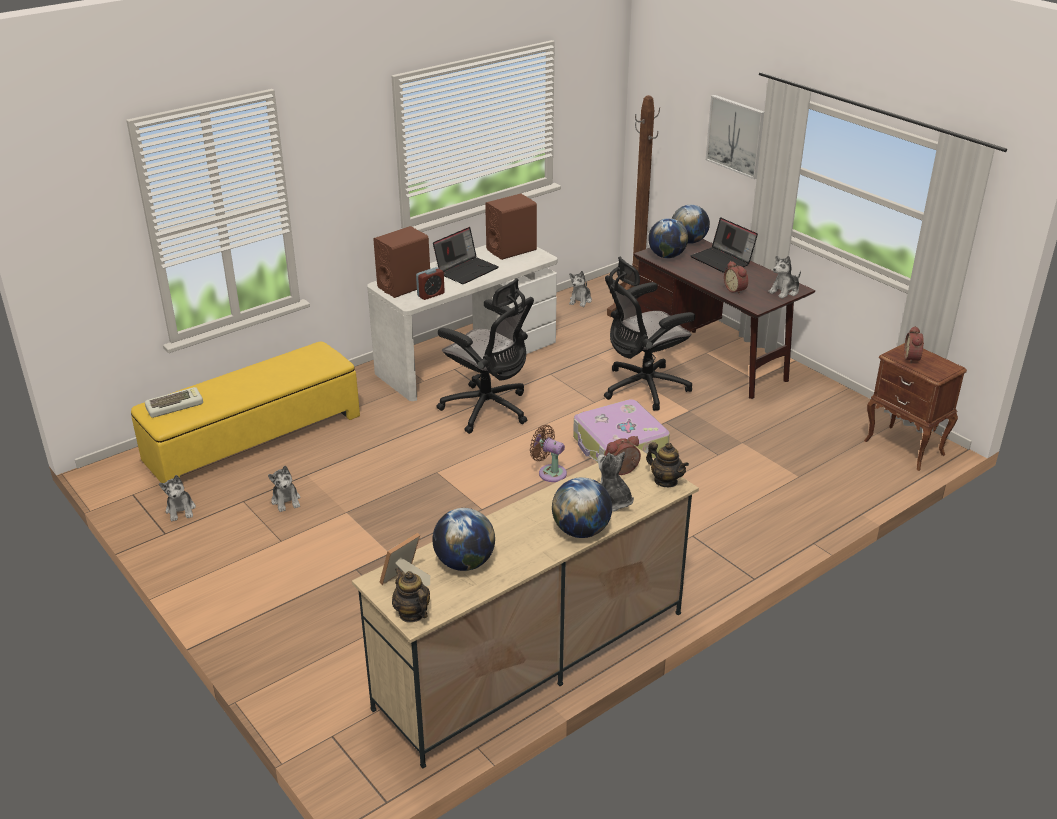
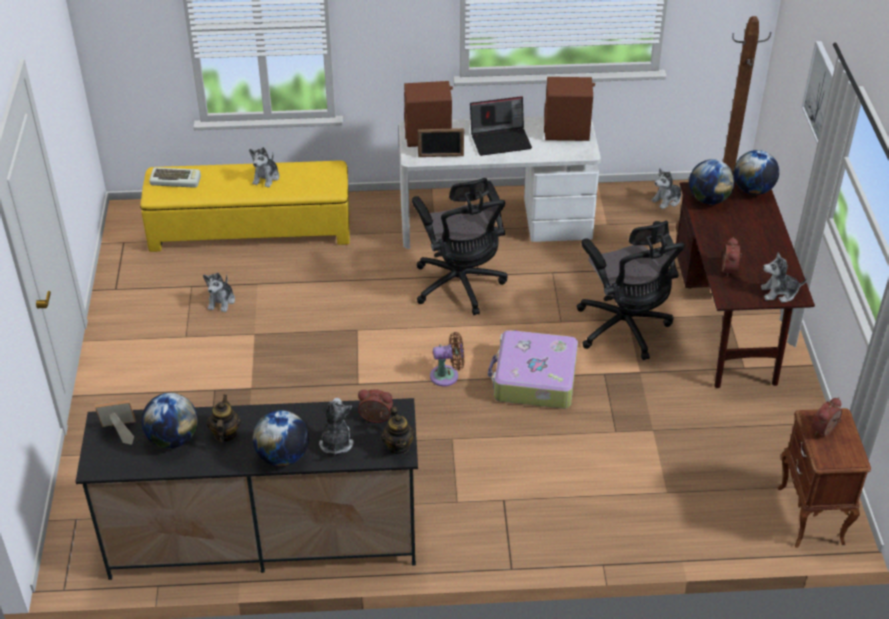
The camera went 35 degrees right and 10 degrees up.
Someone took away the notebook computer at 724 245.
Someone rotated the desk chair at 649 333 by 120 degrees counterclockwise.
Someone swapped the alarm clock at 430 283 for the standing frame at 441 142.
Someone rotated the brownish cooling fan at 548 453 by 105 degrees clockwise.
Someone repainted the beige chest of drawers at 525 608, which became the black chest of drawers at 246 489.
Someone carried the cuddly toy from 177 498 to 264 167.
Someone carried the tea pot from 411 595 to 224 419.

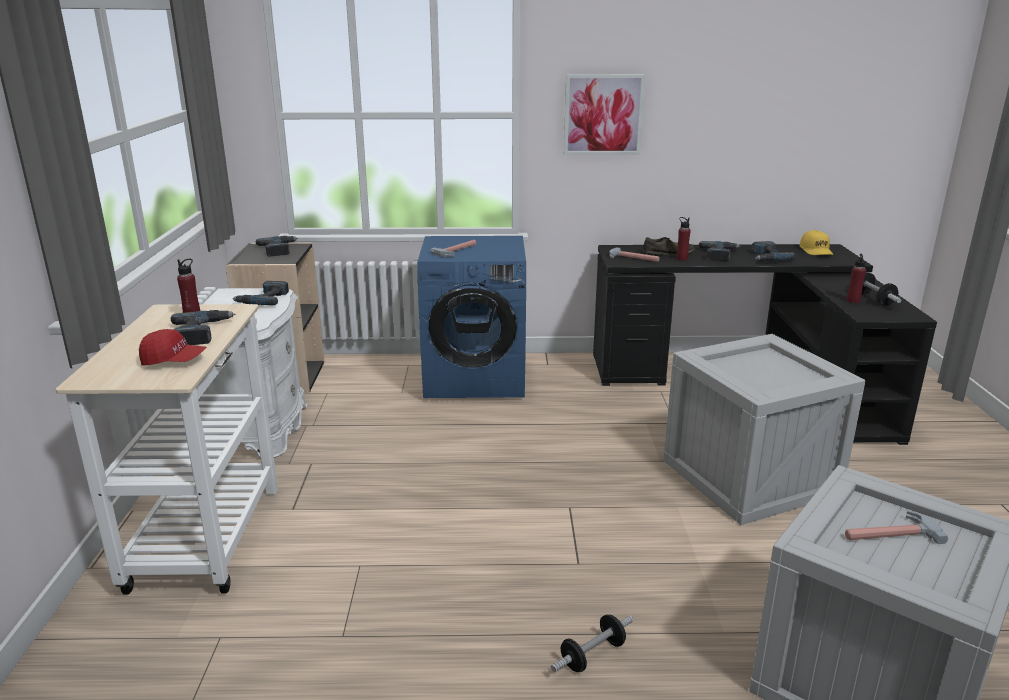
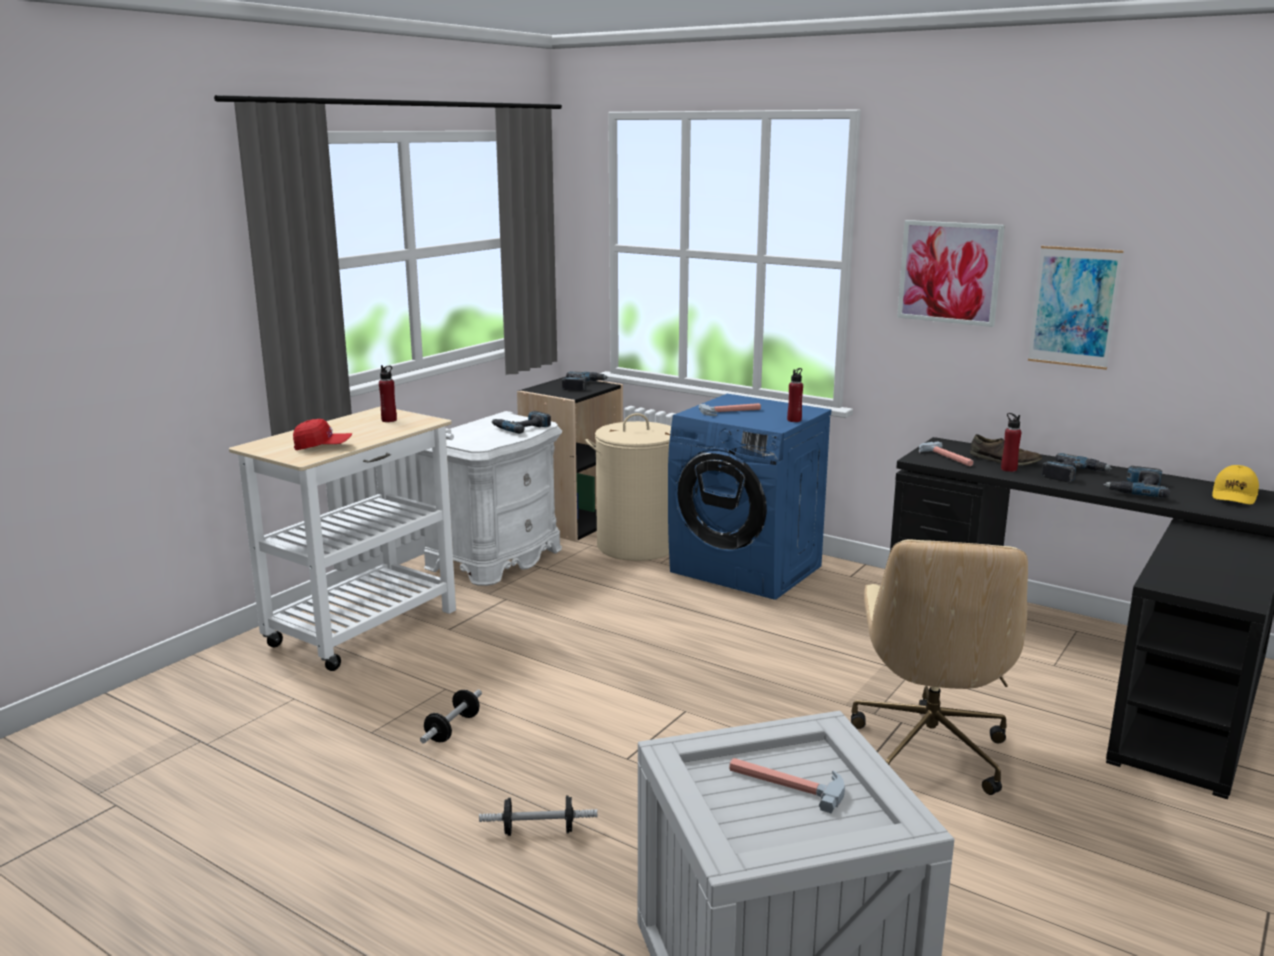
The camera went 35 degrees right and 5 degrees down.
Someone carried the red beverage bottle from 856 278 to 795 395.
Someone carried the free weight from 881 288 to 451 717.
Someone took away the power drill at 203 327.
Someone rotated the red baseball cap at 172 347 by 45 degrees counterclockwise.
Someone swapped the shipping crate at 765 429 for the beige desk chair at 939 667.
Someone put up the wall art at 1076 308.
Someone put down the beige washing basket at 628 487.

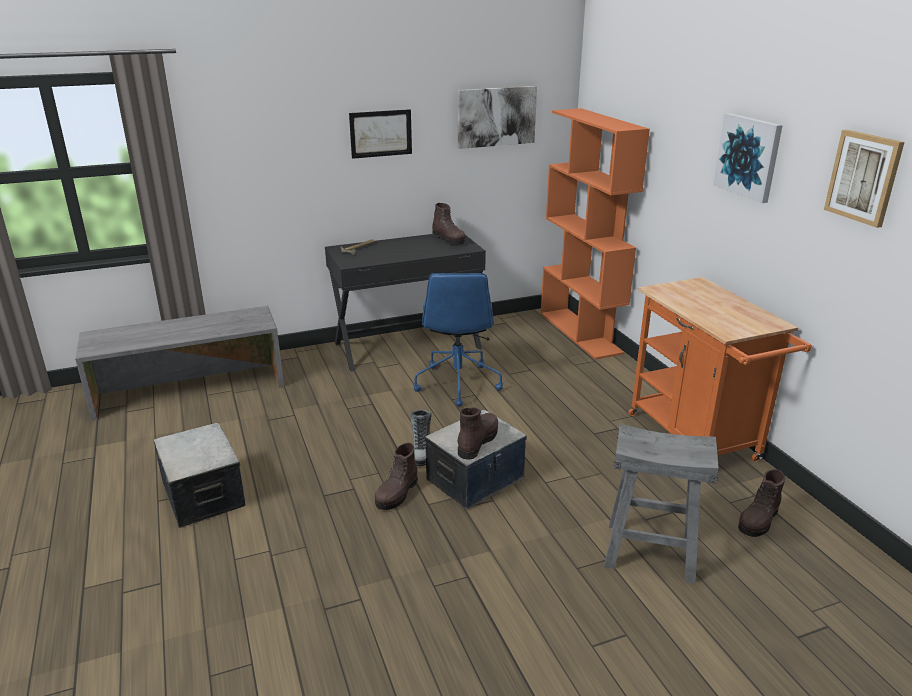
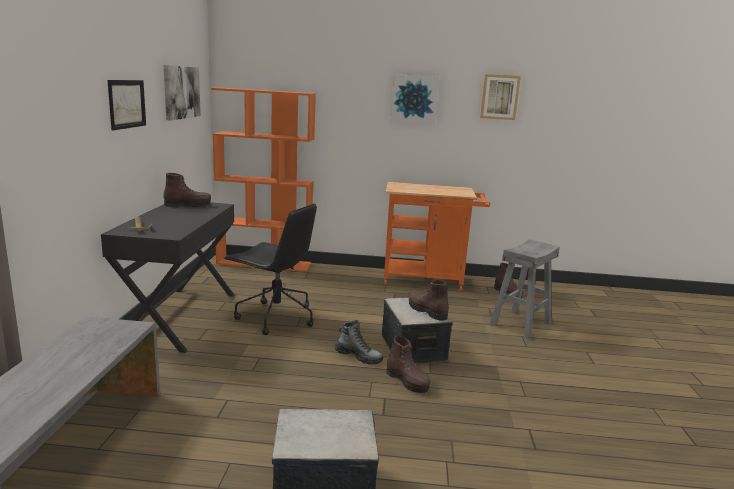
The camera went 65 degrees left and 10 degrees down.
Someone repainted the blue desk chair at 458 340, which became the black desk chair at 270 269.

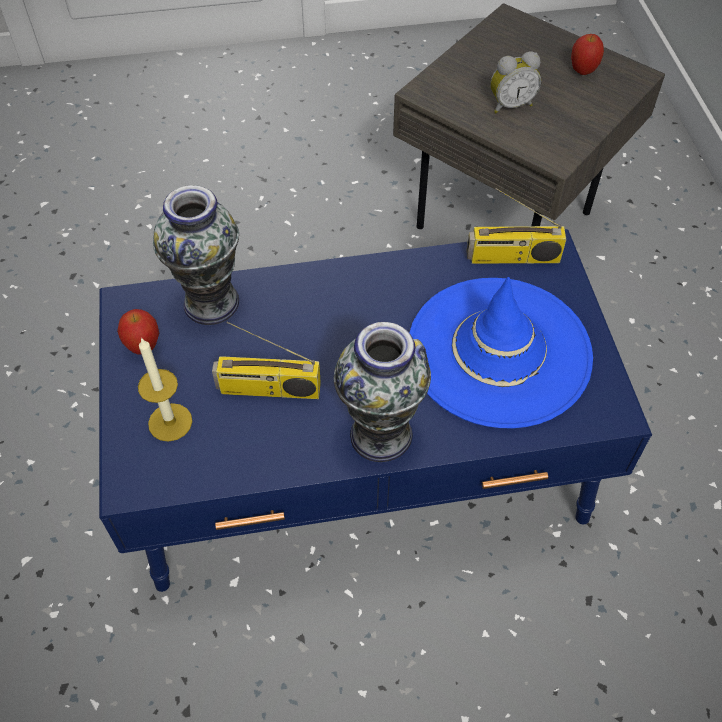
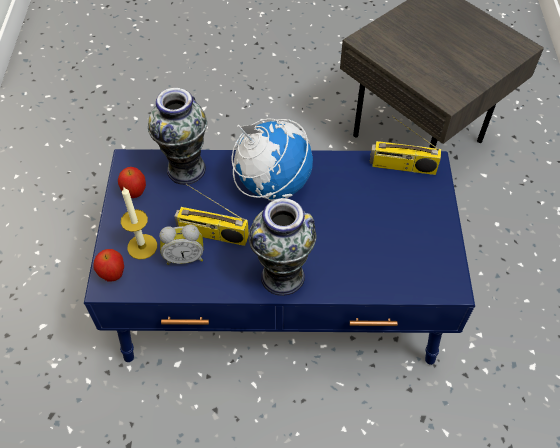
The camera went 10 degrees right and 0 degrees up.
Someone carried the apple fruit from 587 54 to 108 265.
Someone carried the alarm clock from 515 82 to 181 244.
Someone took away the blue wearable hat at 501 352.
Someone put down the globe at 272 159.

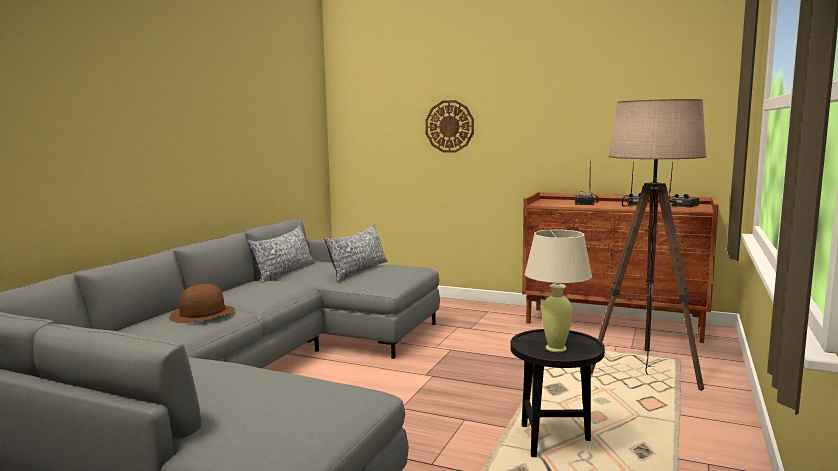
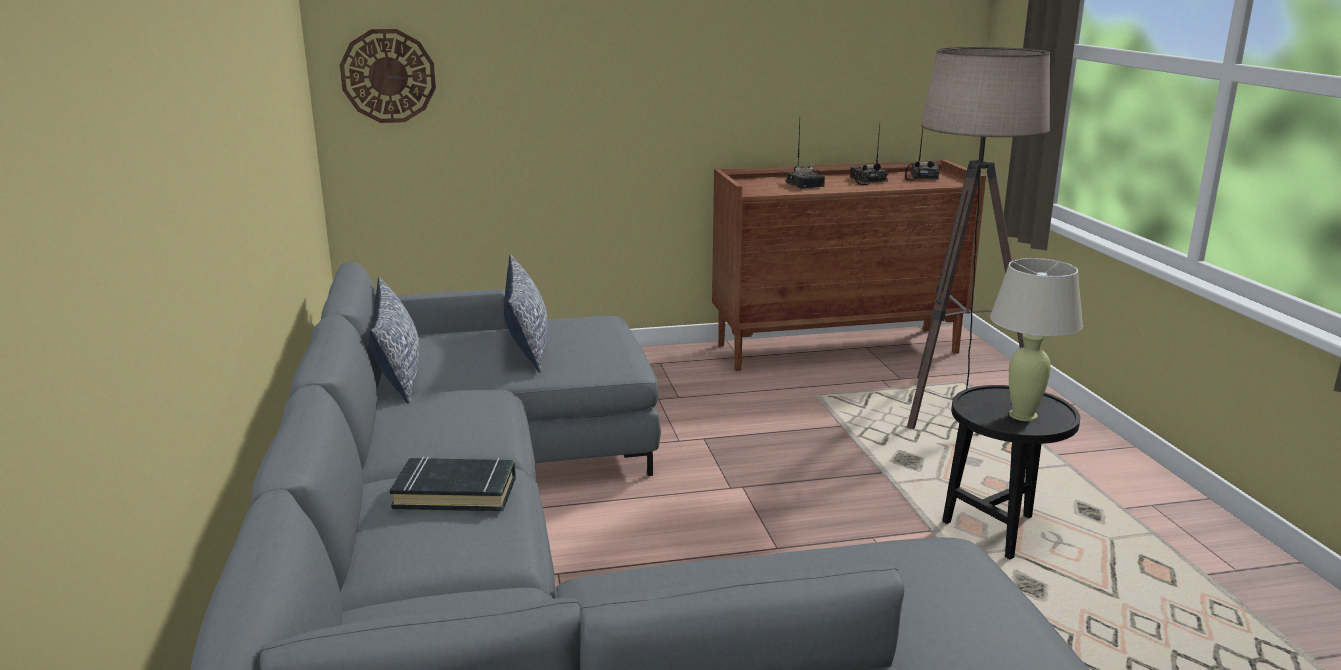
The camera went 35 degrees left and 10 degrees up.
Someone carried the wall clock from 449 126 to 388 76.
Someone swapped the brownish wearable hat at 202 303 for the black bound book at 453 483.

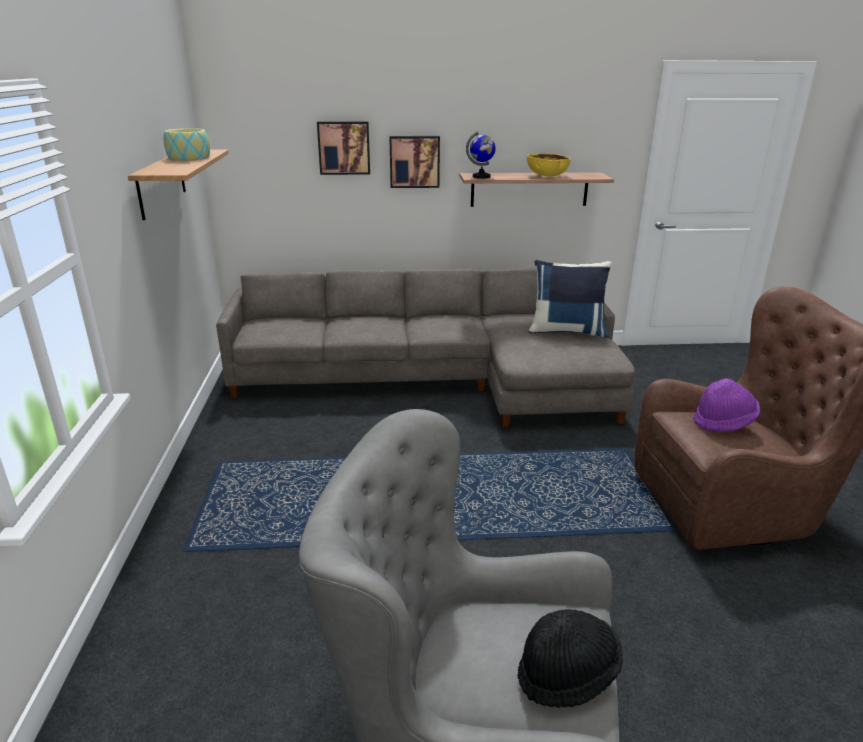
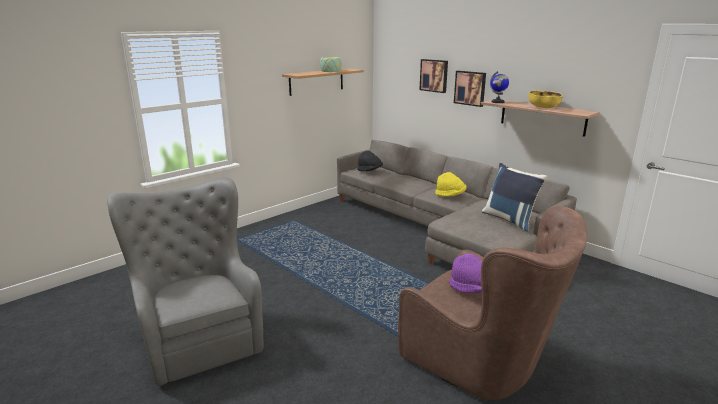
The camera went 50 degrees right and 5 degrees down.
Someone carried the black wearable hat from 570 658 to 370 161.
Someone put down the yellowish wearable hat at 450 184.

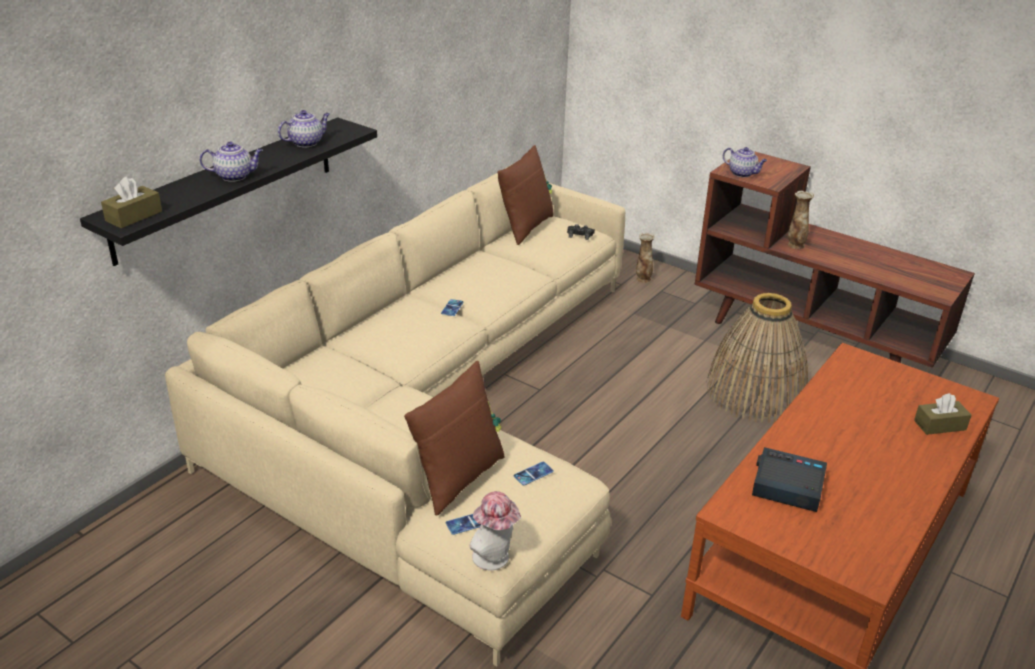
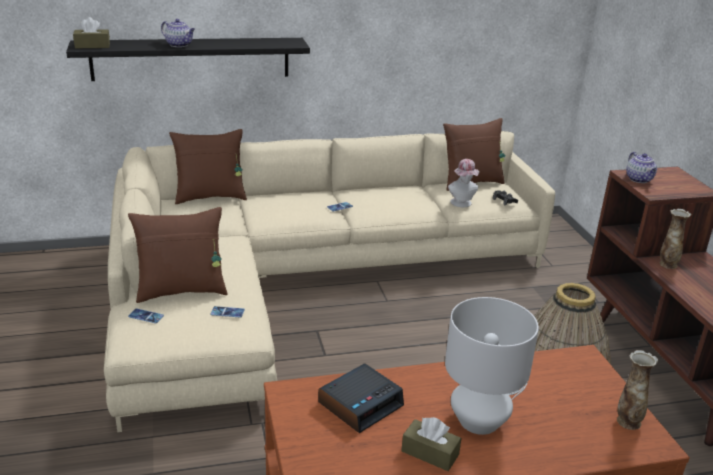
The camera went 40 degrees right and 5 degrees down.
Someone took away the tea pot at 304 128.
Someone carried the vase from 645 258 to 637 390.
Someone carried the brownish tissue holder from 943 414 to 431 444.
Someone rotated the alarm clock at 789 479 by 75 degrees clockwise.
Someone carried the wearable hat from 495 530 to 463 183.
Someone put down the brownish throw pillow at 208 166.
Someone put down the white-coloured table lamp at 492 366.

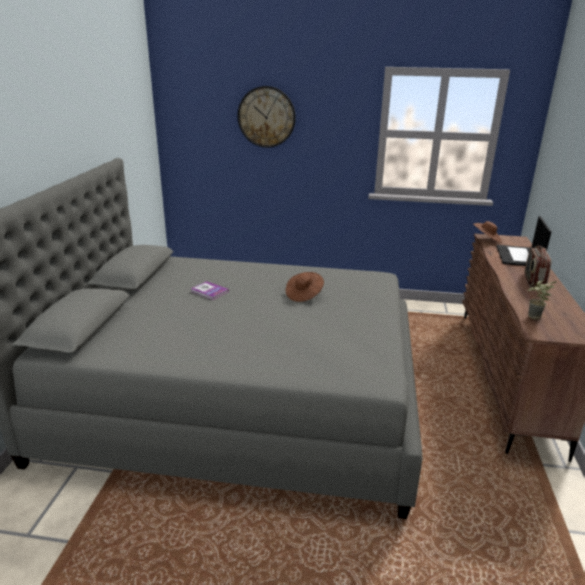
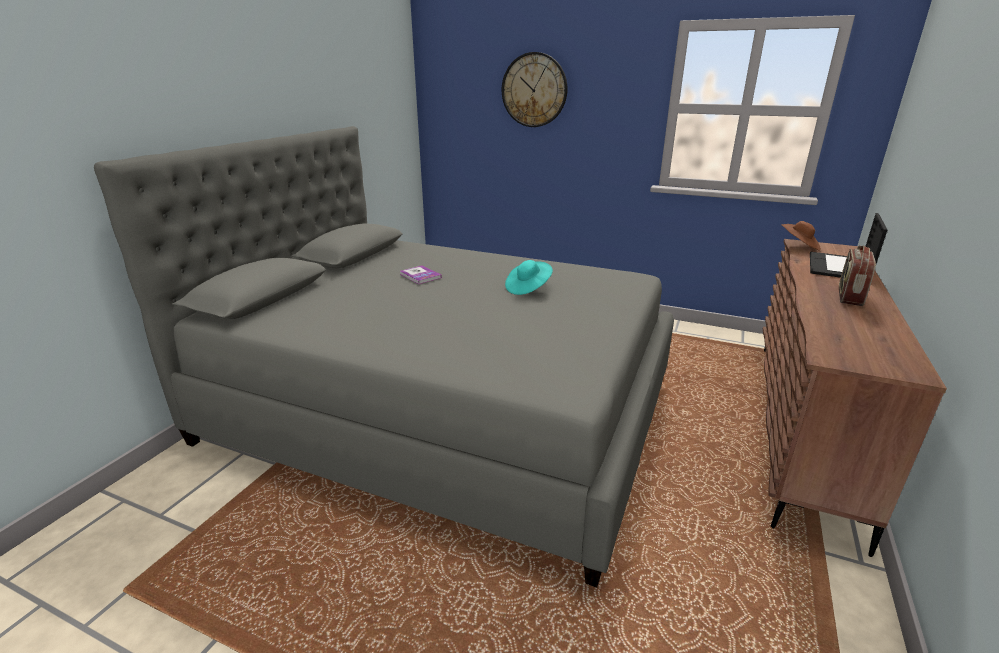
The camera went 15 degrees right and 0 degrees up.
Someone repainted the brownish wearable hat at 305 287, which became the turquoise-coloured wearable hat at 529 277.
Someone took away the houseplant at 542 299.

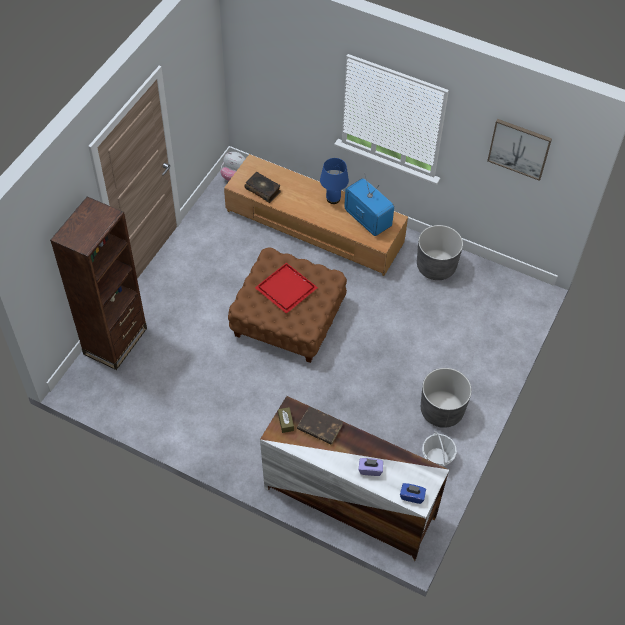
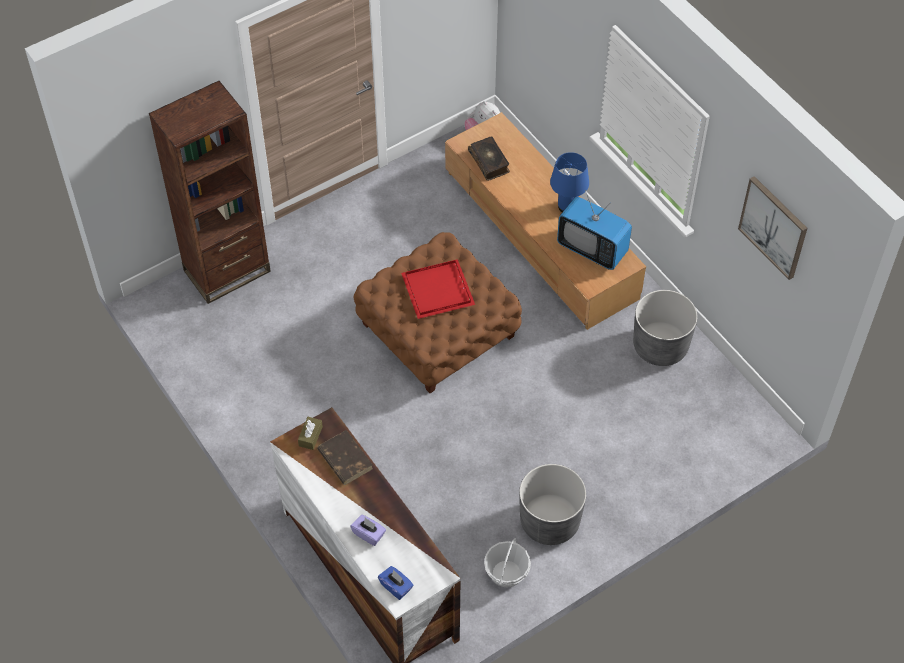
The camera went 30 degrees right and 0 degrees up.
Someone rotated the TV set at 369 206 by 135 degrees clockwise.

